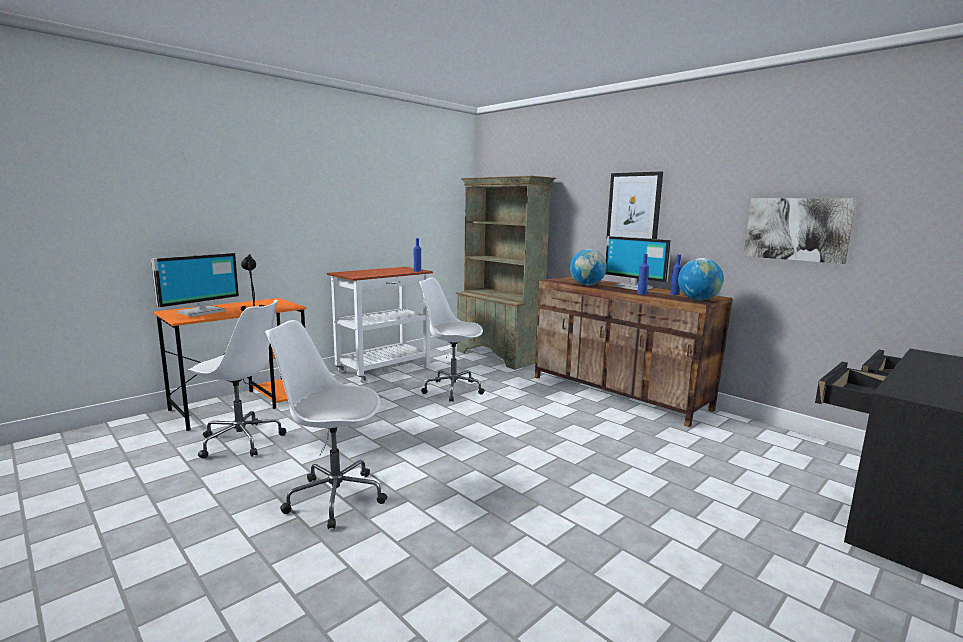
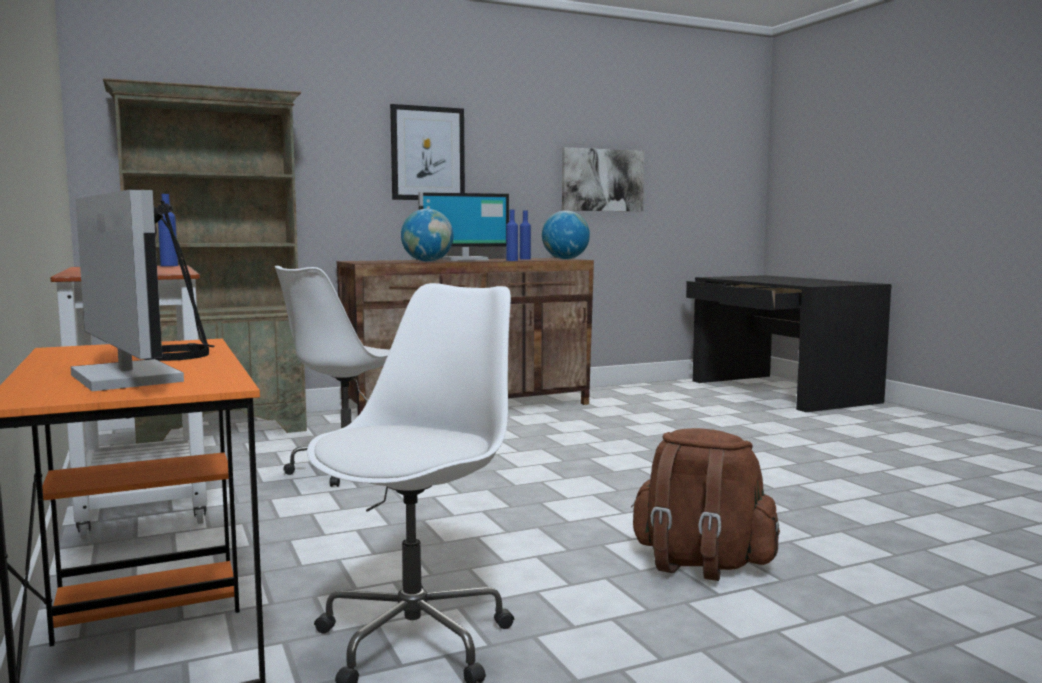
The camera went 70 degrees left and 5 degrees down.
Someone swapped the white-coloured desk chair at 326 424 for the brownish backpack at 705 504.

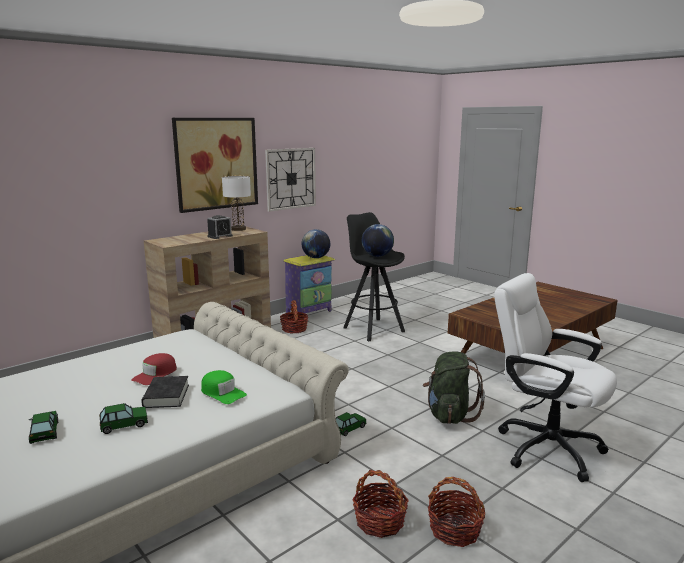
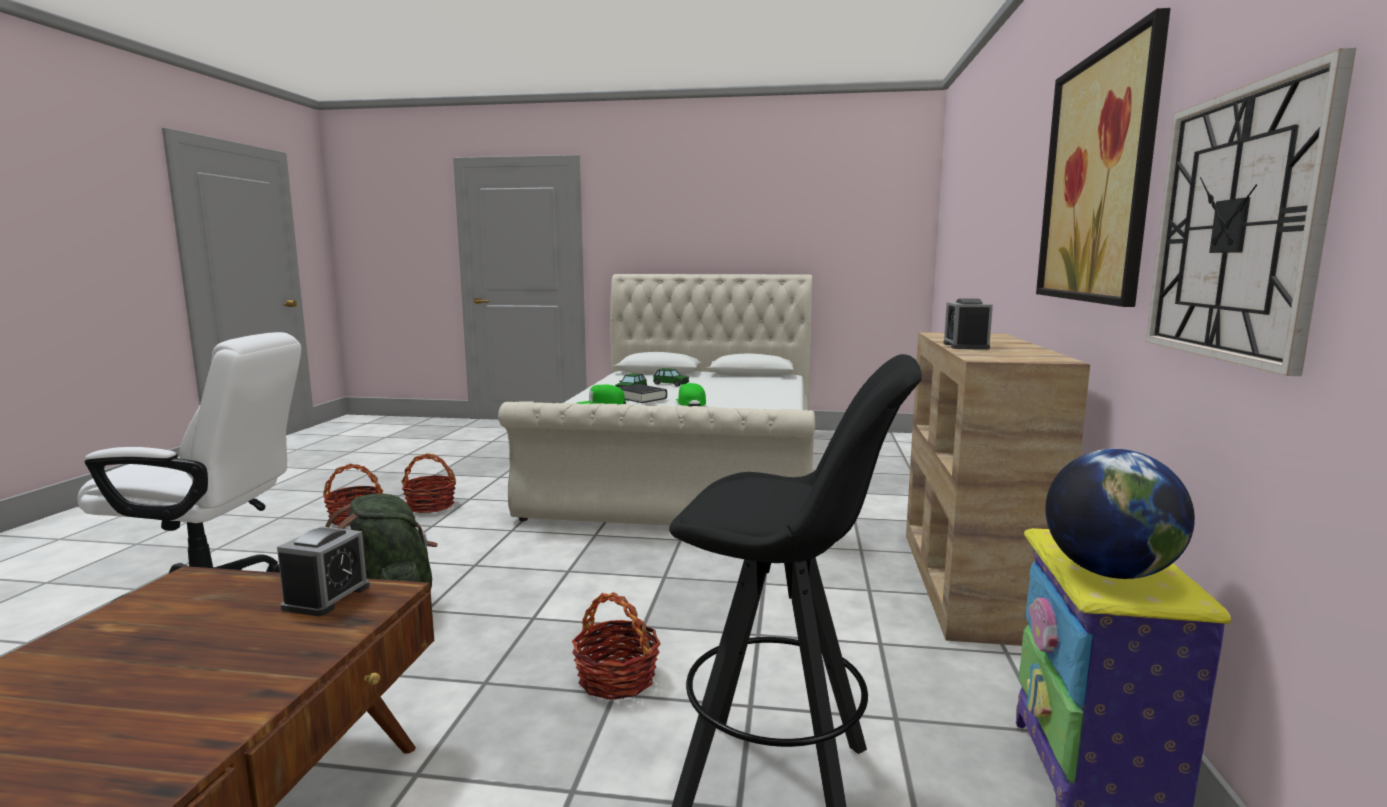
The camera went 140 degrees right and 5 degrees down.
Someone took away the table lamp at 236 203.
Someone took away the globe at 378 240.
Someone carried the storage basket from 294 317 to 616 646.
Someone repainted the red baseball cap at 154 369, which became the greenish baseball cap at 690 395.
Someone took away the toy car at 351 424.
Someone put down the alarm clock at 323 571.

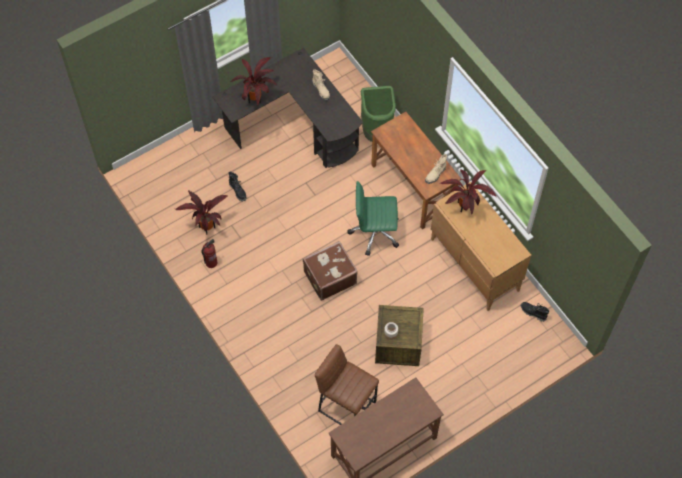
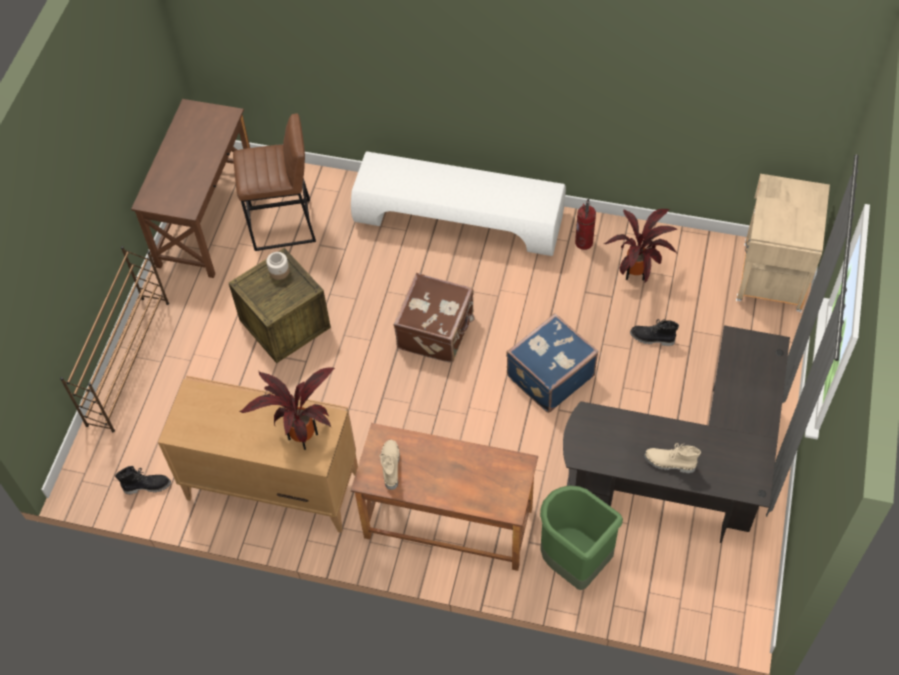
The camera went 140 degrees right and 5 degrees down.
Someone took away the houseplant at 253 81.
Someone took away the greenish desk chair at 373 218.
Someone put down the white-coloured indoor bench at 458 203.
Someone put down the beige trolley at 783 243.
Someone put down the brownish shoe shelf at 114 339.
Someone put down the blue suitcase at 552 363.

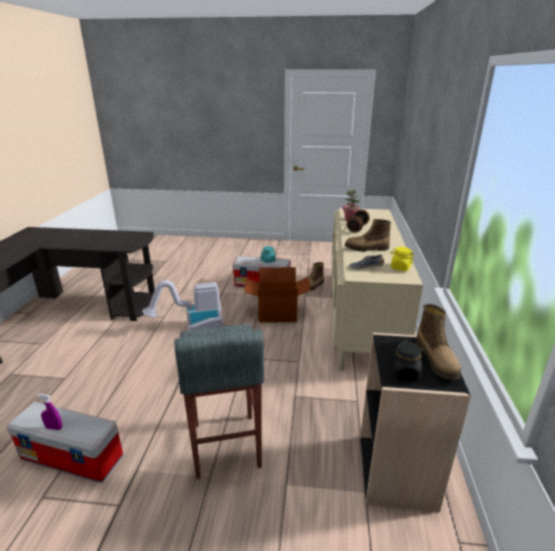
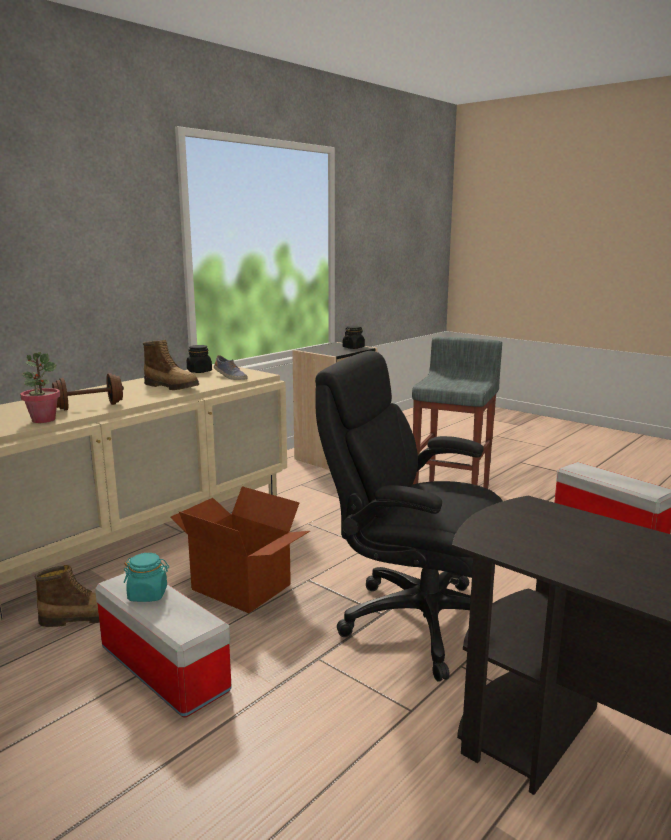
The camera went 145 degrees left and 10 degrees down.
Someone repainted the yellowish preserve jar at 402 259, which became the black preserve jar at 199 359.
Someone swapped the vacuum at 182 305 for the black desk chair at 409 516.
Someone took away the tall boot at 438 341.
Someone took away the purplish spray bottle at 49 412.

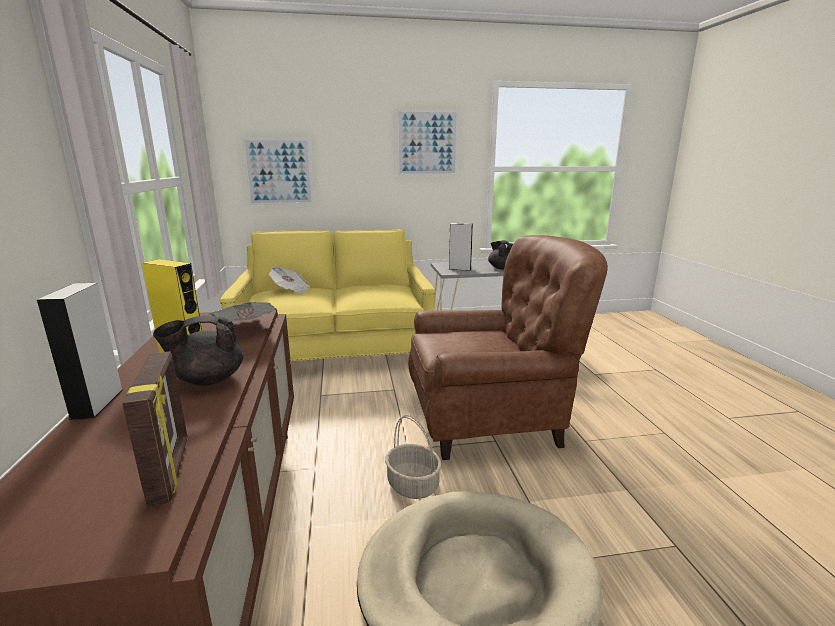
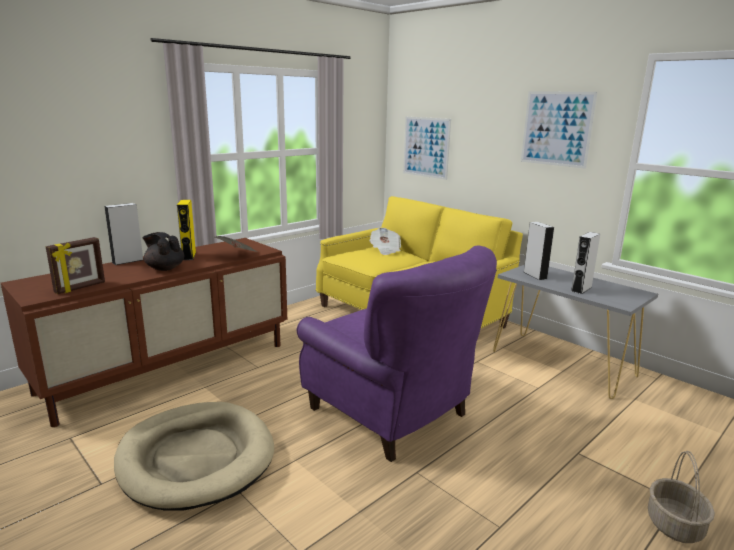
The camera went 55 degrees right and 0 degrees up.
Someone repainted the brownish armchair at 508 347, which became the purplish armchair at 397 354.
Someone swapped the black tea pot at 500 254 for the greyish audio speaker at 585 263.
Someone carried the storage basket from 413 457 to 681 497.

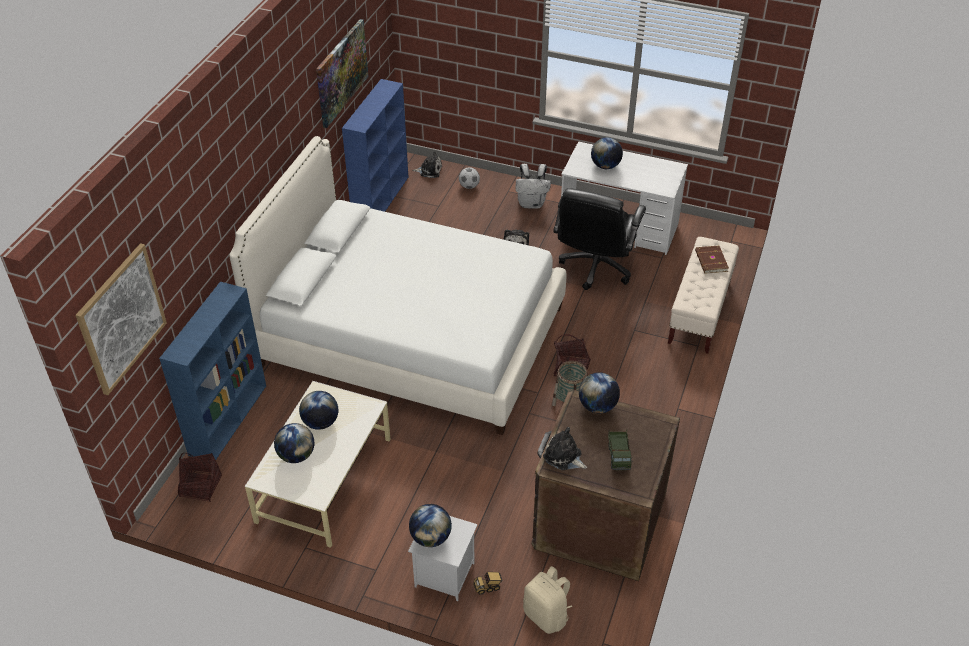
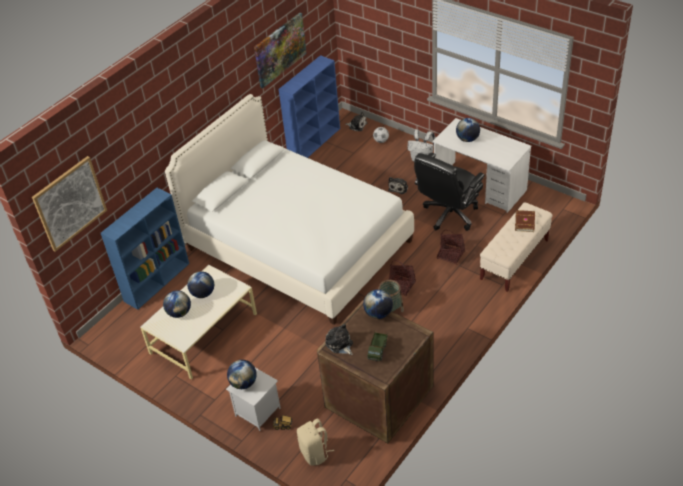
The camera went 20 degrees right and 0 degrees up.
Someone carried the storage basket from 200 477 to 451 247.

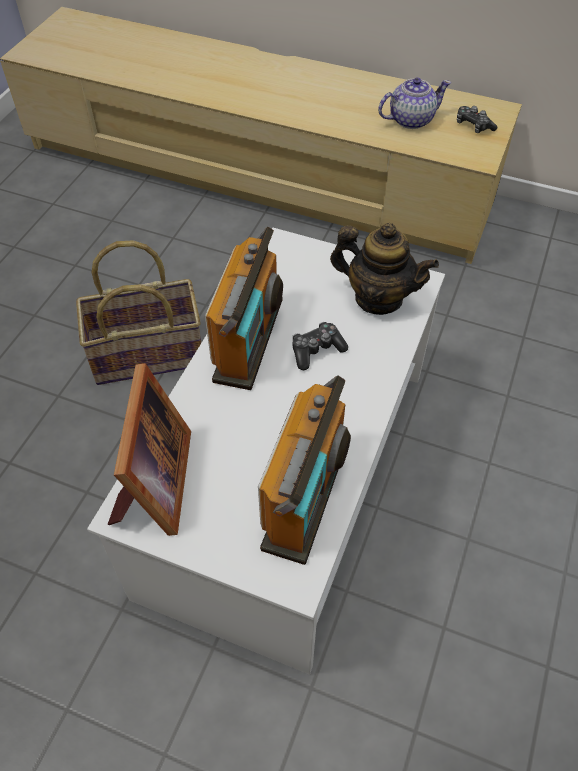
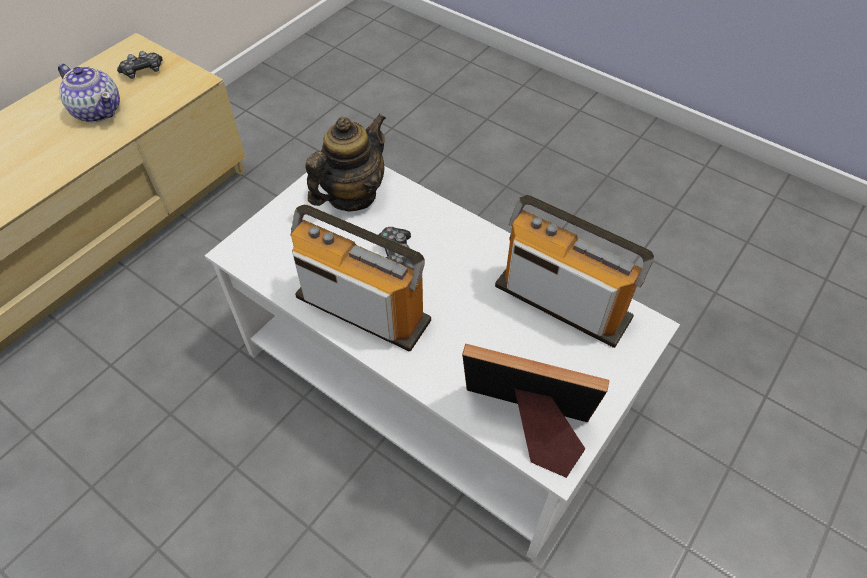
The camera went 75 degrees left and 0 degrees up.
Someone rotated the tea pot at 414 103 by 135 degrees clockwise.
Someone took away the storage basket at 138 312.

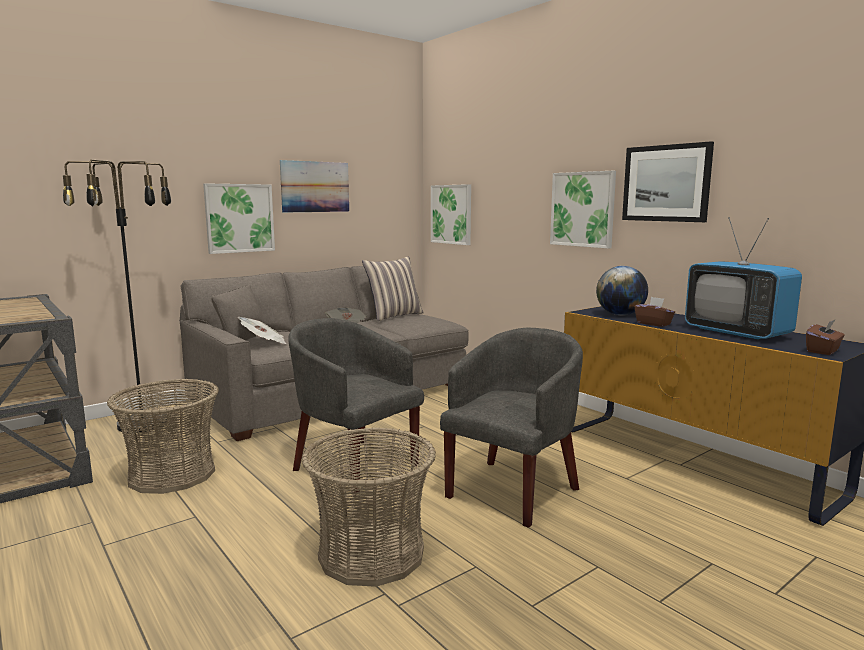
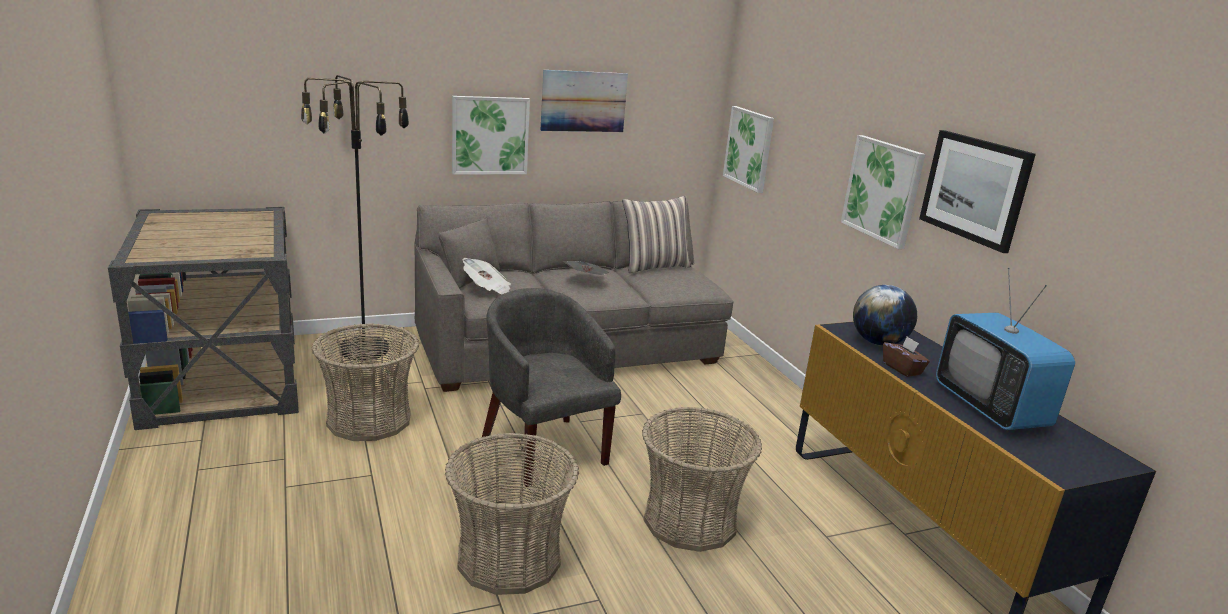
The camera went 15 degrees right and 10 degrees up.
Someone took away the brownish tissue holder at 825 337.
Someone swapped the greyish armchair at 511 428 for the storage basket at 702 479.

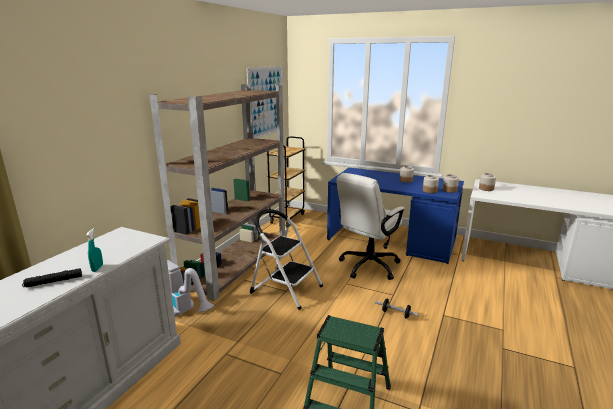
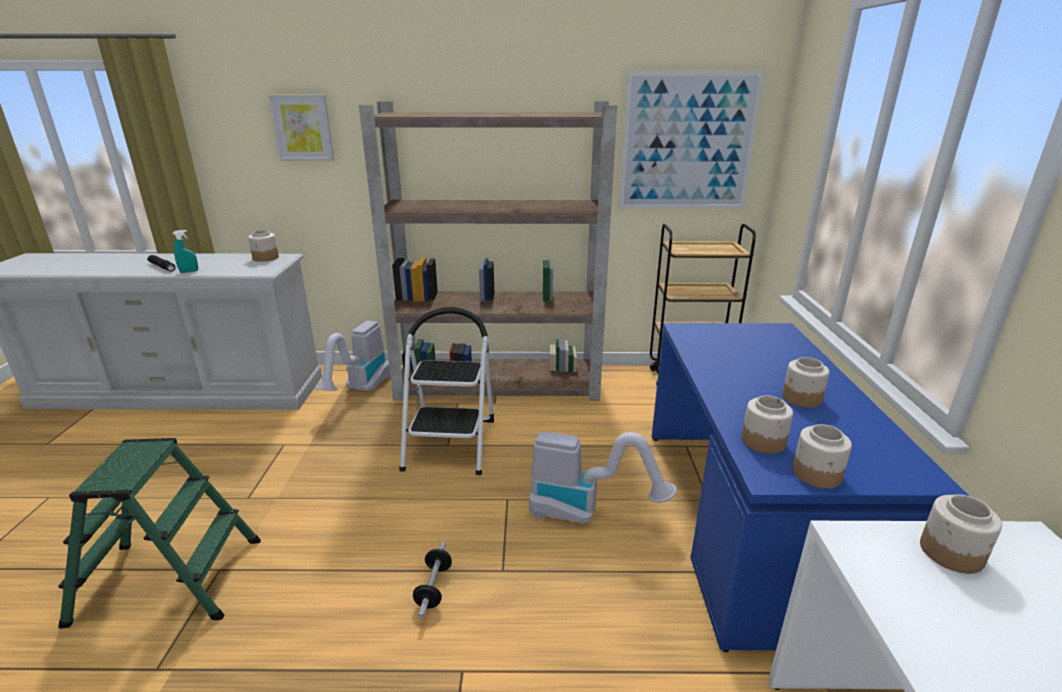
The camera went 65 degrees right and 5 degrees up.
Someone swapped the white-coloured desk chair at 370 226 for the vacuum at 603 478.
Someone put up the wall art at 301 128.
Someone put down the preserve jar at 263 246.

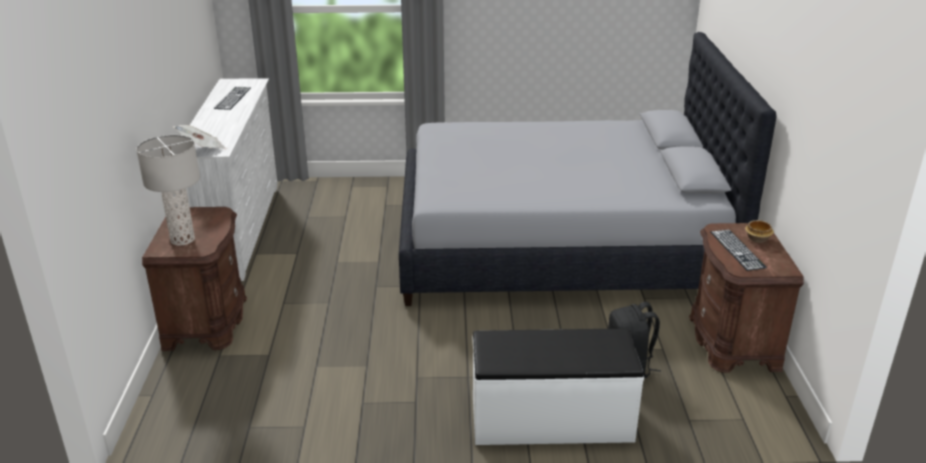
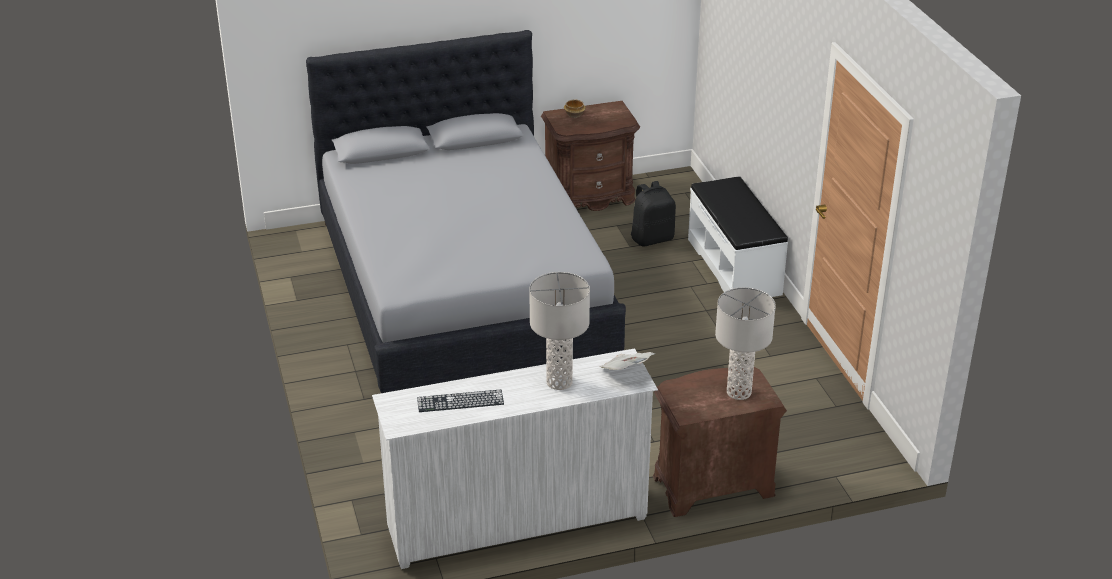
The camera went 105 degrees left and 5 degrees up.
Someone took away the computer keyboard at 739 250.
Someone put down the white-coloured table lamp at 559 331.

